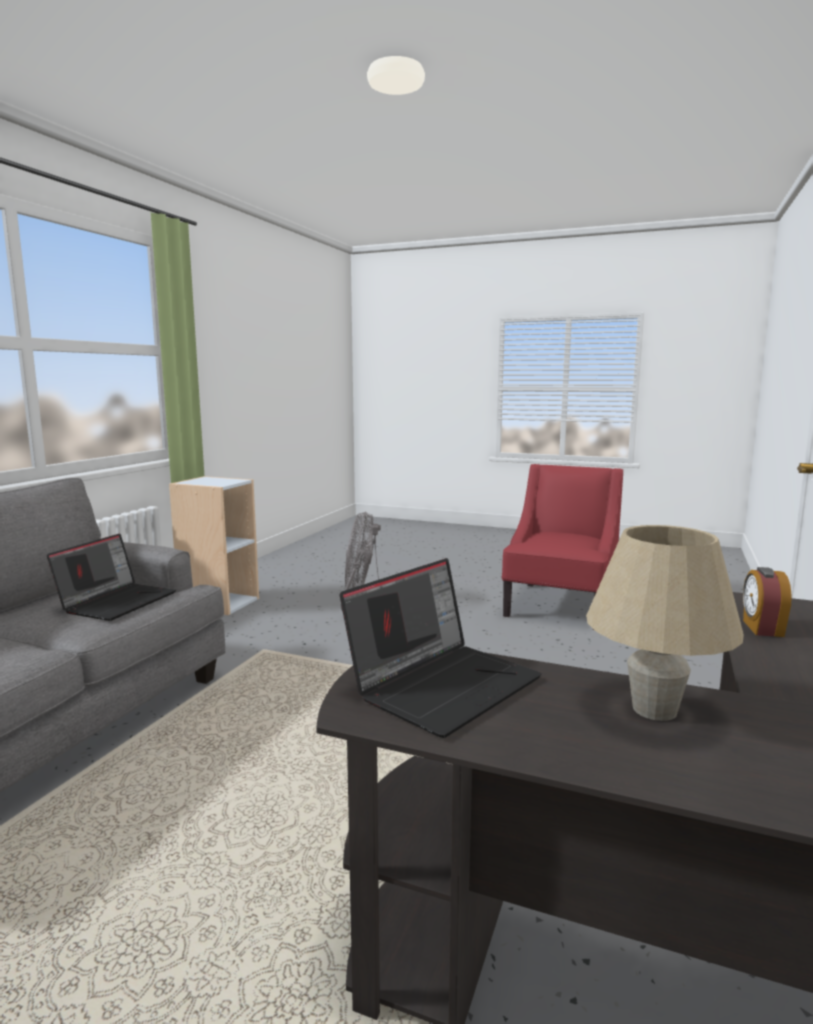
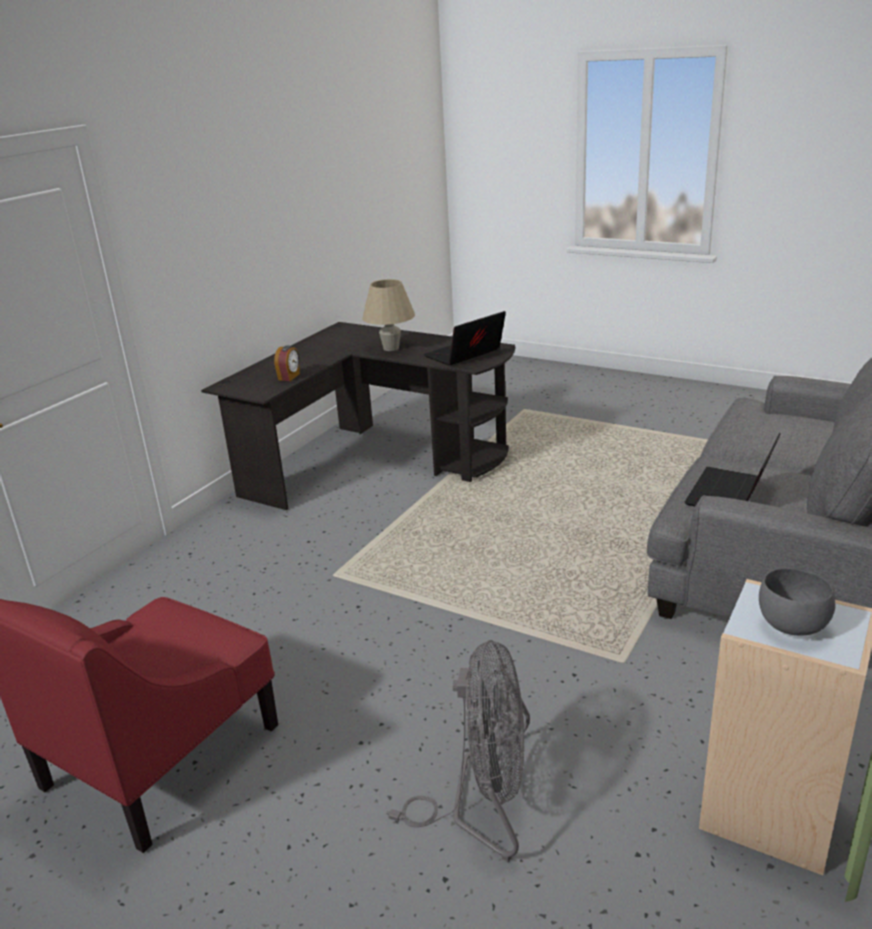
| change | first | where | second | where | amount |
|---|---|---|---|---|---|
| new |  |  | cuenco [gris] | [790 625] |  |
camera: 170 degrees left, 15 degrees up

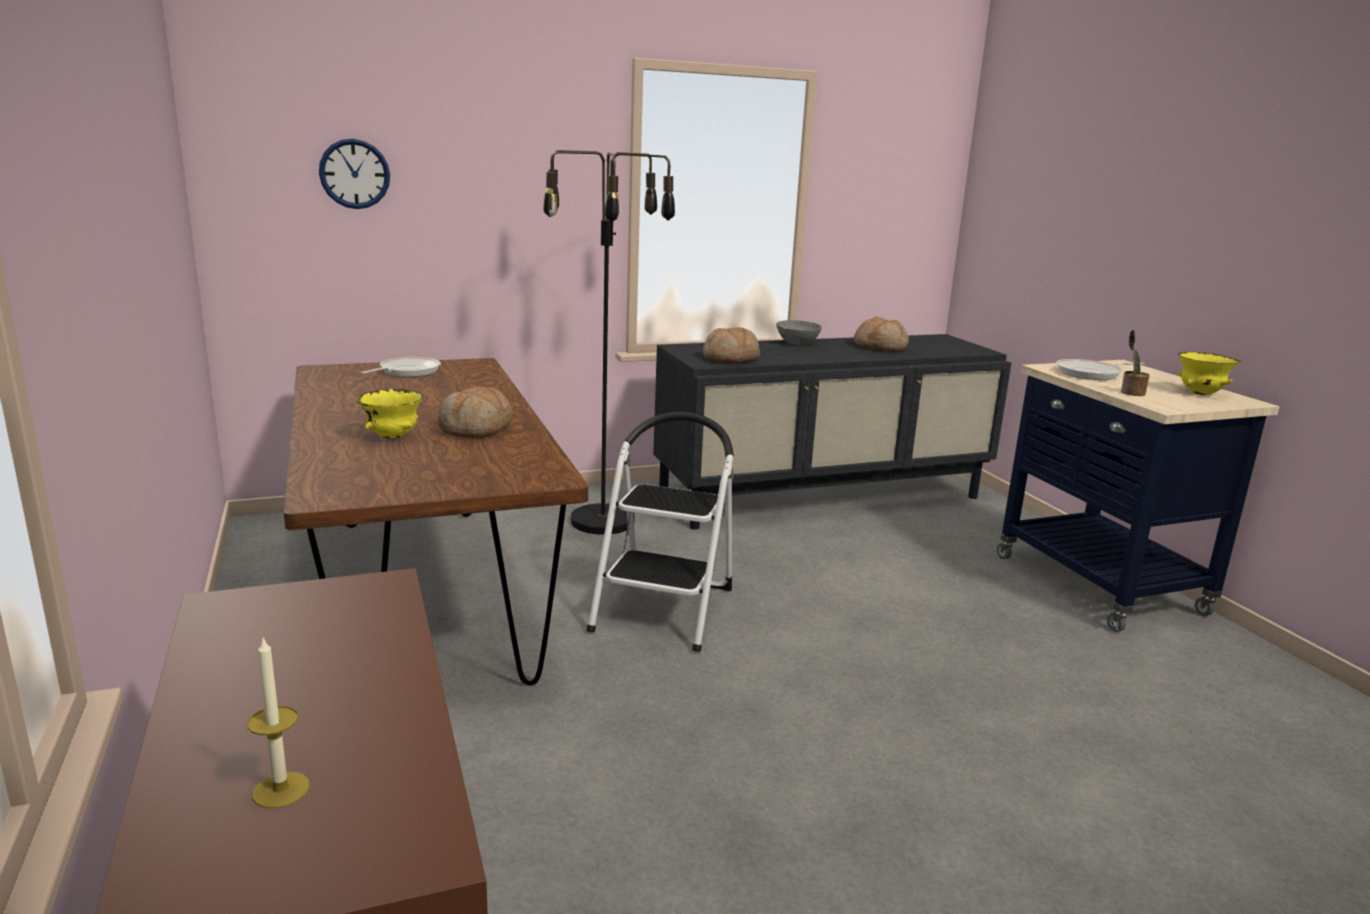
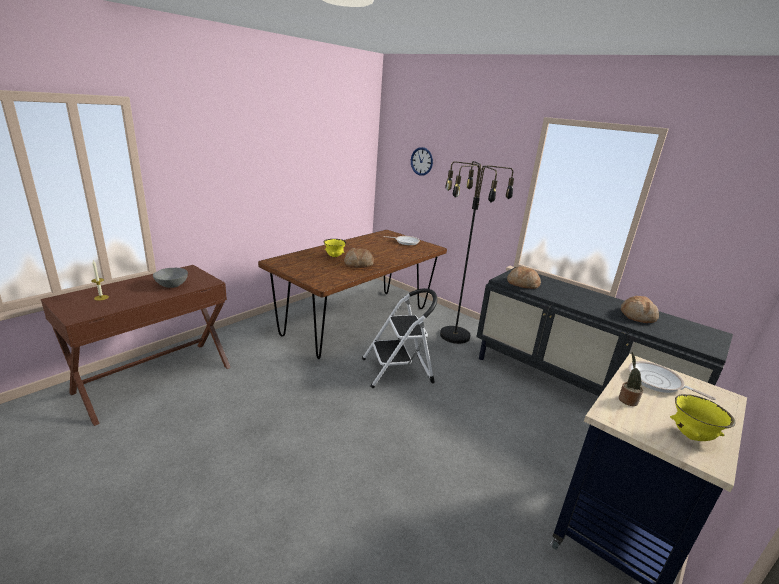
| change | first | where | second | where | amount |
|---|---|---|---|---|---|
| shifted | cuenco [gris] | [797 343] |  | [172 285] |  |
camera: 60 degrees right, 5 degrees up

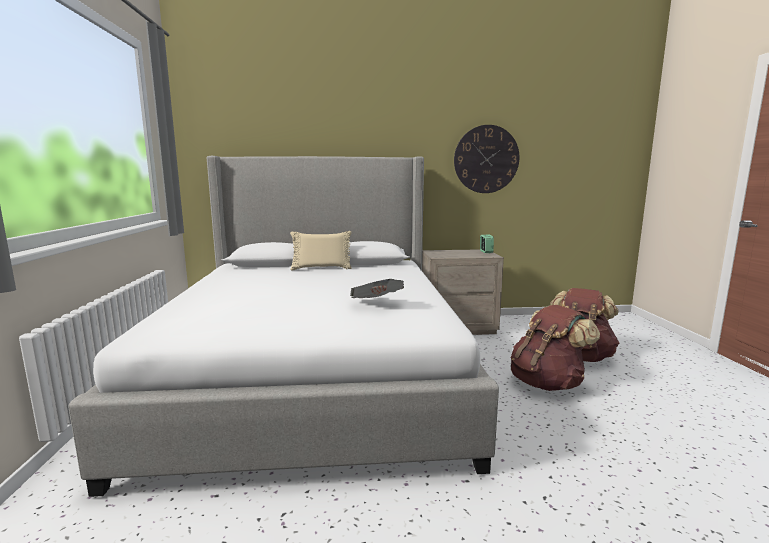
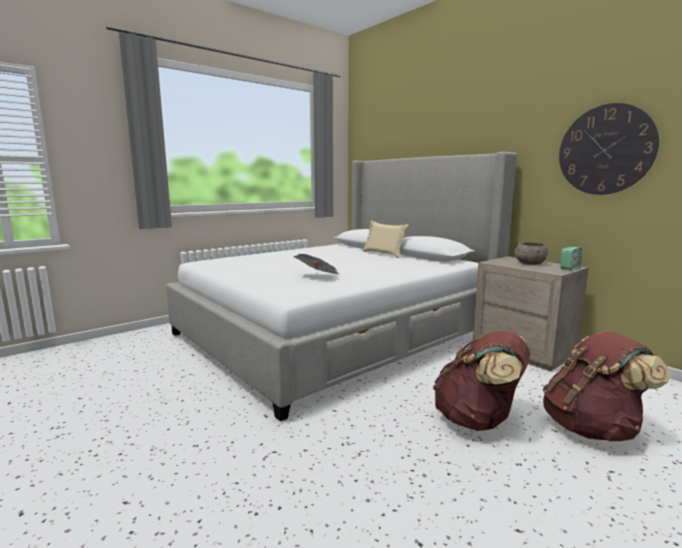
| change | first | where | second | where | amount |
|---|---|---|---|---|---|
| new |  |  | cuenco [gris] | [529 264] |  |
camera: 55 degrees right, 0 degrees up

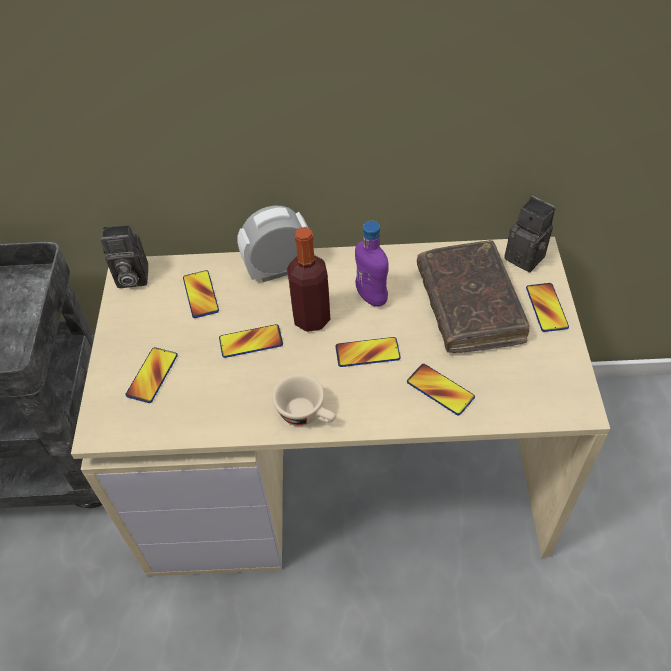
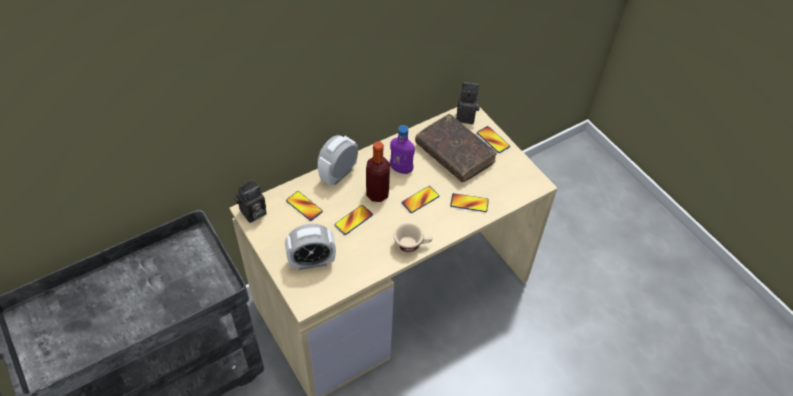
| change | first | where | second | where | amount |
|---|---|---|---|---|---|
| swapped | móvil | [152 375] | despertador | [312 261] |  |
camera: 35 degrees left, 0 degrees up

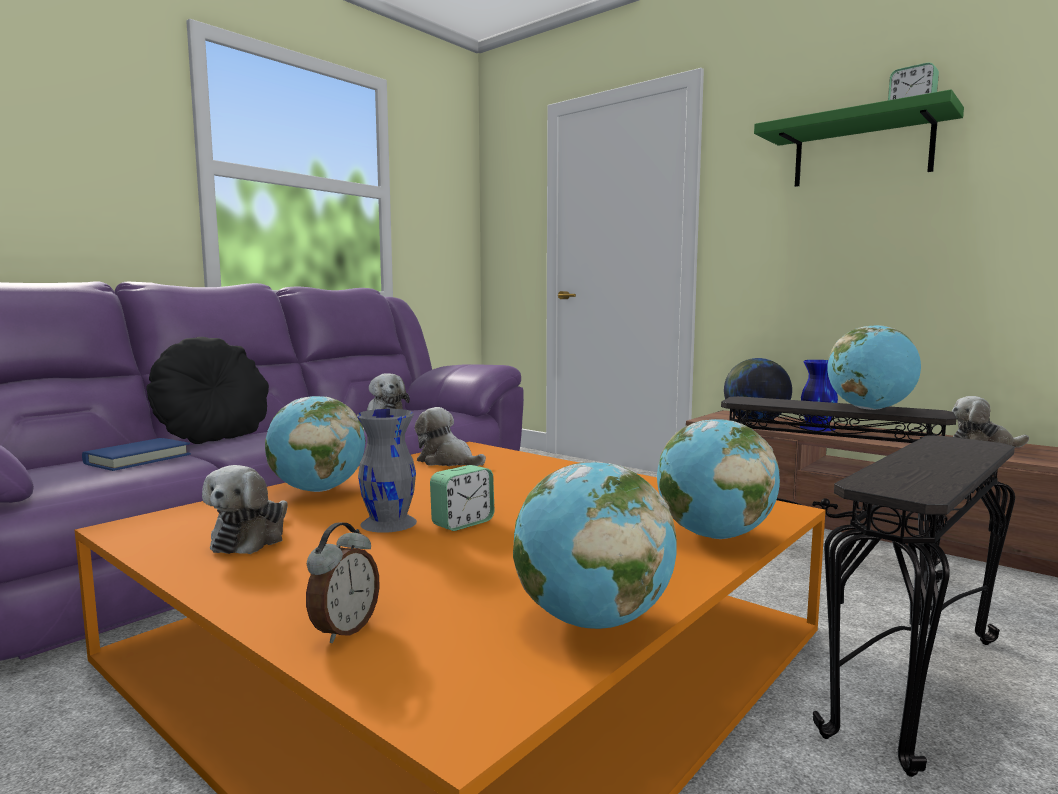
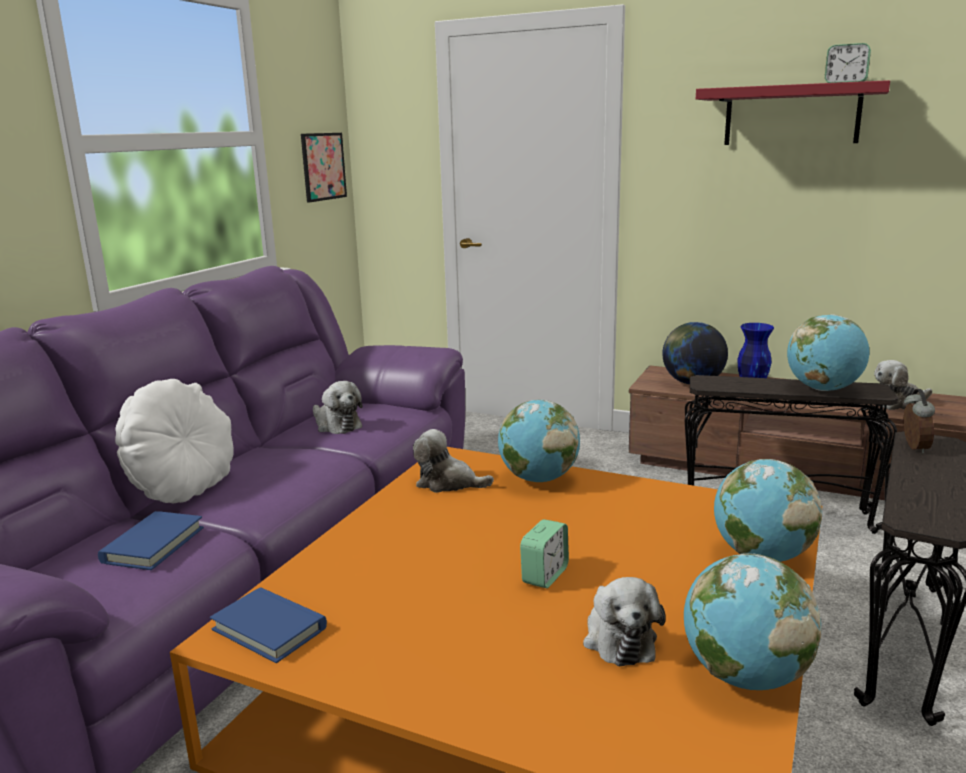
| change | first | where | second | where | amount |
|---|---|---|---|---|---|
| repainted | cojín [negro] | [213 439] | cojín [blanco] | [185 491] |  |
| new |  |  | libro [azul] | [269 629] |  |
| new |  |  | cuadro | [323 166] |  |
| shifted | globo terráqueo | [318 490] |  | [538 479] |  |
| shifted | peluche | [251 538] |  | [618 638] |  |
| repainted | estante [verde] | [861 151] | estante [rojo] | [791 115] |  |
| shifted | despertador | [343 630] |  | [913 448] |  |
| gone | florero [gris] | [390 522] |  |  |  |
camera: 15 degrees left, 10 degrees up

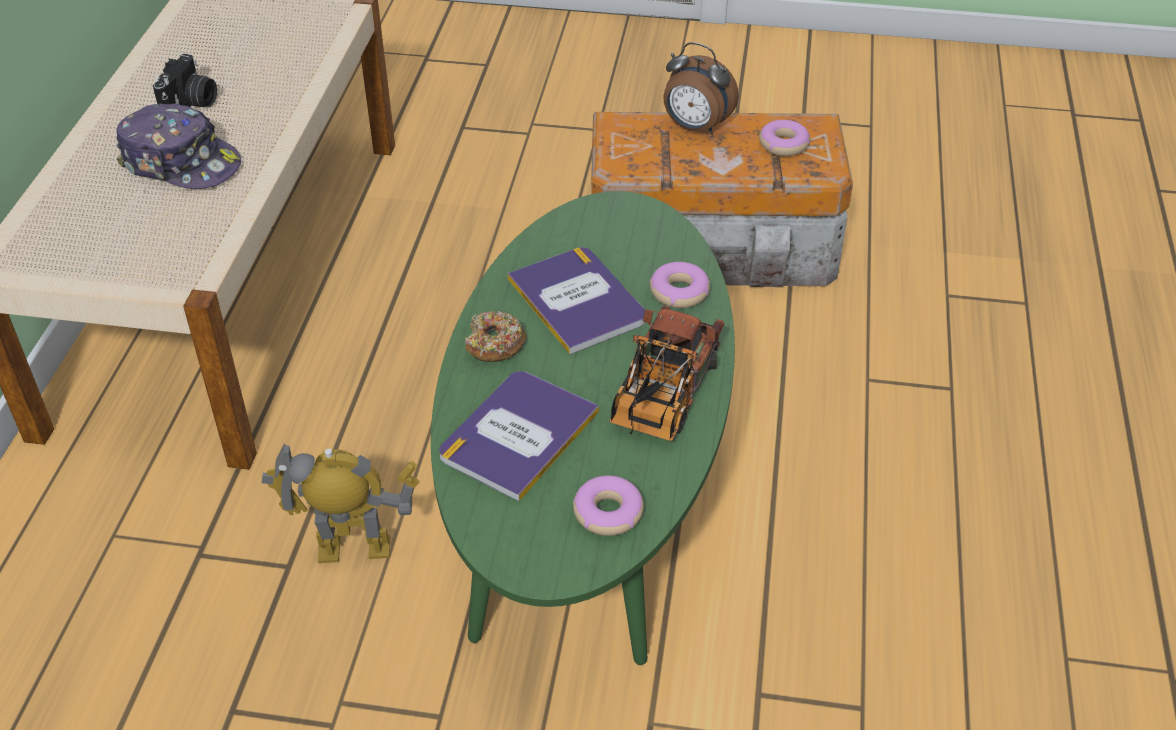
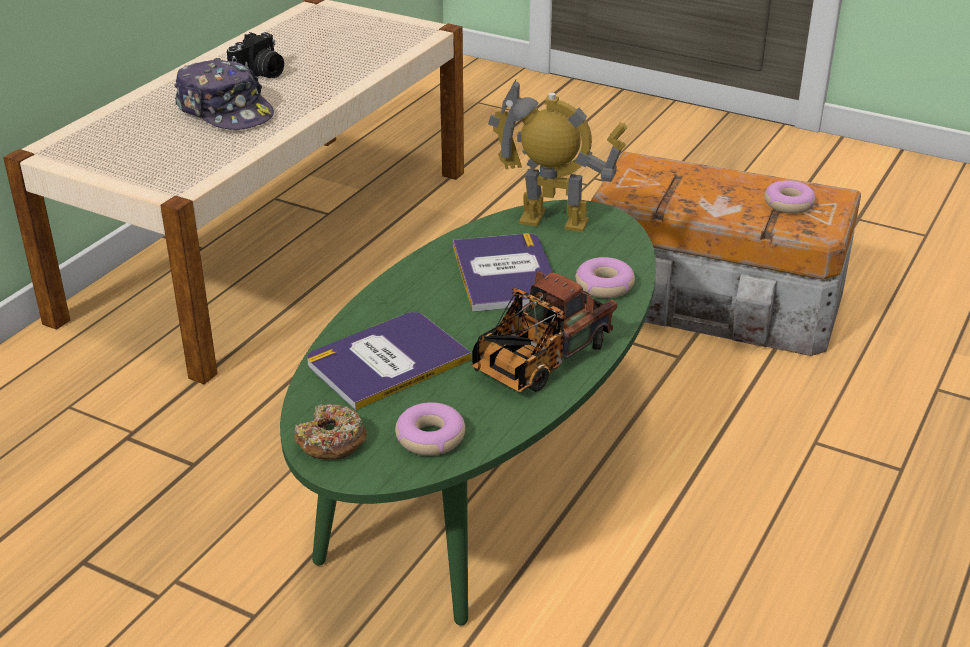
| change | first | where | second | where | amount |
|---|---|---|---|---|---|
| shifted | rosquilla | [494 345] |  | [331 442] |  |
| shifted | robot de juguete | [354 549] |  | [553 221] |  |
| gone | despertador | [695 128] |  |  |  |
camera: 20 degrees right, 10 degrees down

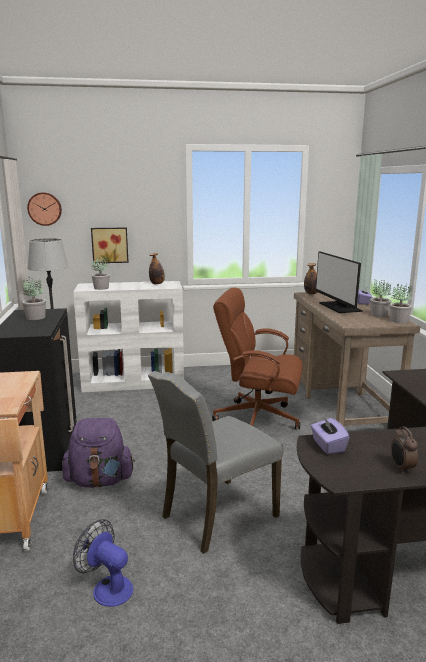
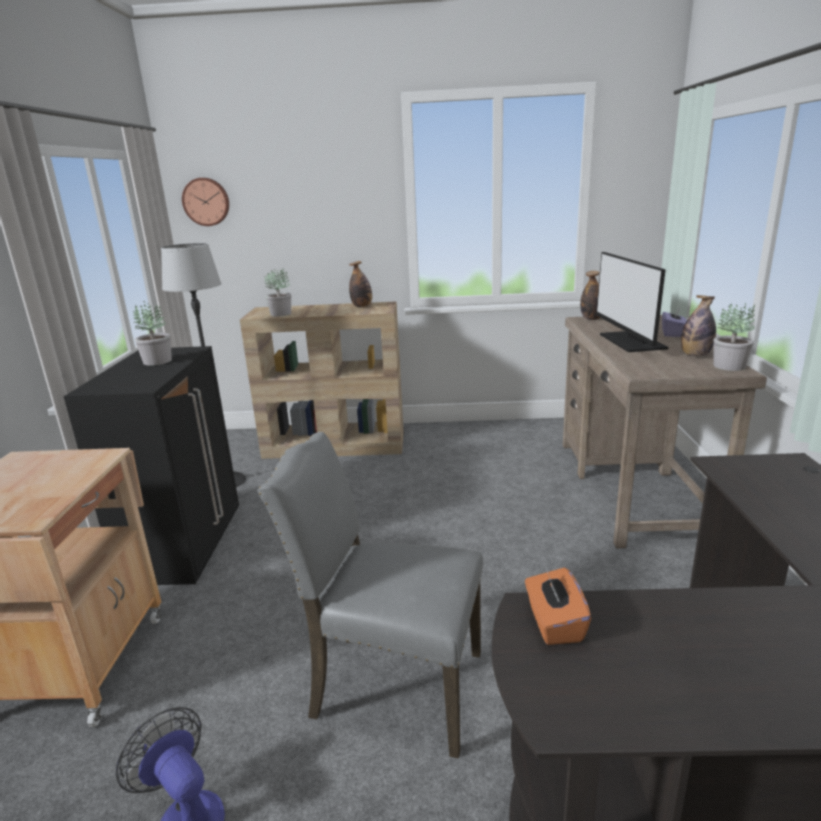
| change | first | where | second | where | amount |
|---|---|---|---|---|---|
| repainted | estantería [blanco] | [133 381] | estantería [marrón] | [335 444] |  |
| rotated | silla [gris] | [216 516] |  | [392 686] | 45 degrees clockwise |
| repainted | caja de pañuelos [morado] | [328 446] | caja de pañuelos [naranja] | [554 623] |  |
| swapped | planta en maceta | [378 315] | botella | [695 355] |  |
| gone | mochila [morado] | [100 481] |  |  |  |
| gone | cuadro | [110 245] |  |  |  |
| gone | silla de oficina [marrón] | [257 419] |  |  |  |
| gone | despertador | [401 468] |  |  |  |
camera: 10 degrees right, 5 degrees up

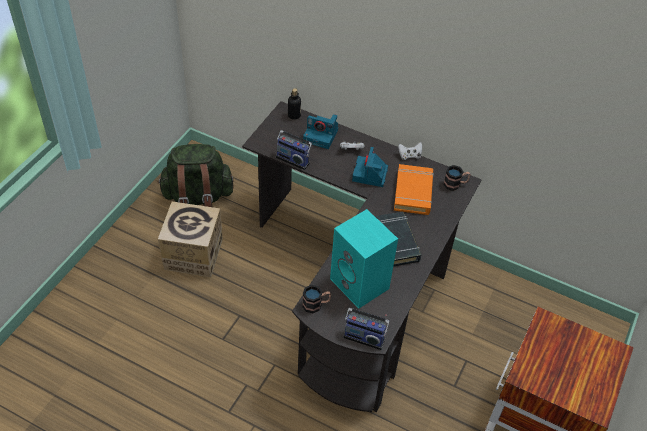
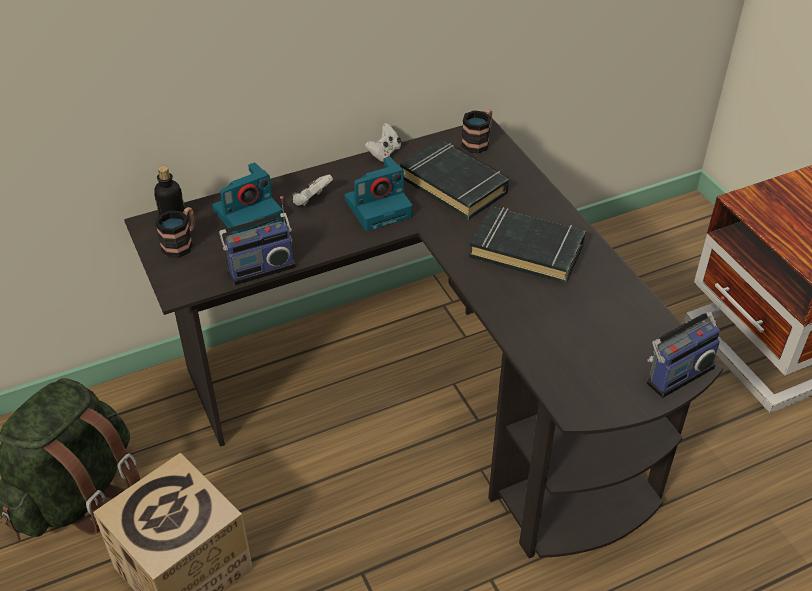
| change | first | where | second | where | amount |
|---|---|---|---|---|---|
| shifted | taza grande | [316 304] |  | [181 243] |  |
| rotated | cámara | [370 175] |  | [379 207] | 75 degrees counterclockwise |
| repainted | libro [naranja] | [413 192] | libro [negro] | [454 185] |  |
| gone | altavoz [turquesa] | [361 284] |  |  |  |
camera: 50 degrees left, 5 degrees down

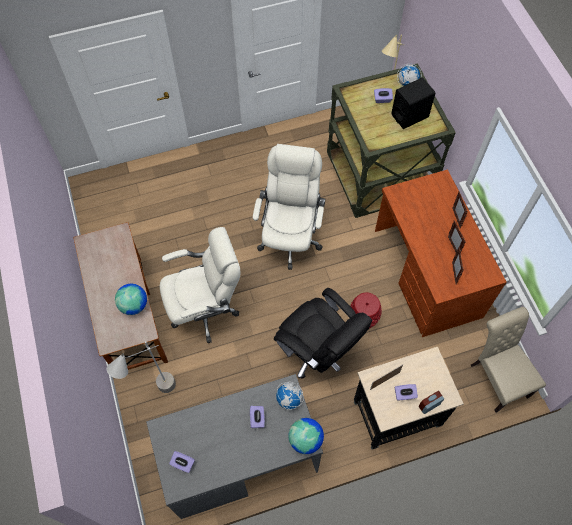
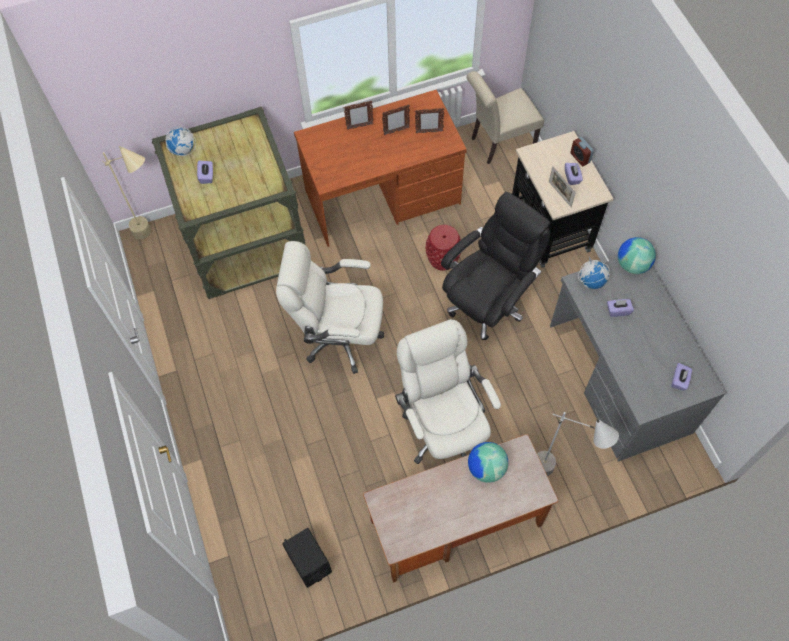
| change | first | where | second | where | amount |
|---|---|---|---|---|---|
| shifted | altavoz [negro] | [410 116] |  | [309 563] |  |
camera: 90 degrees left, 0 degrees up

